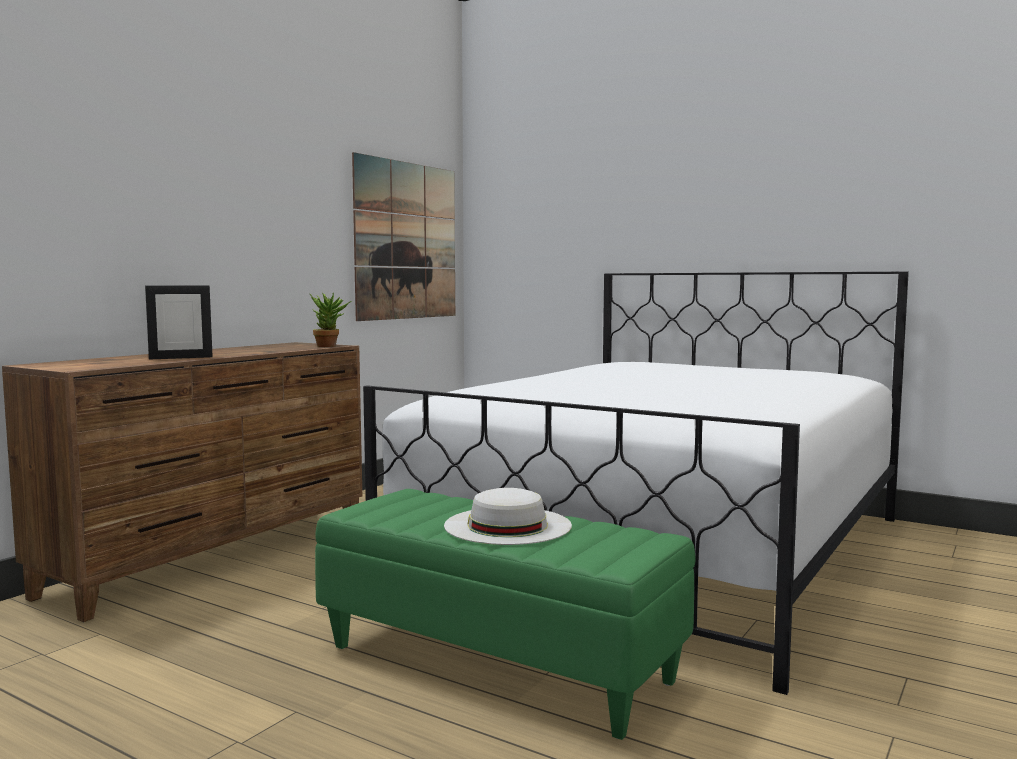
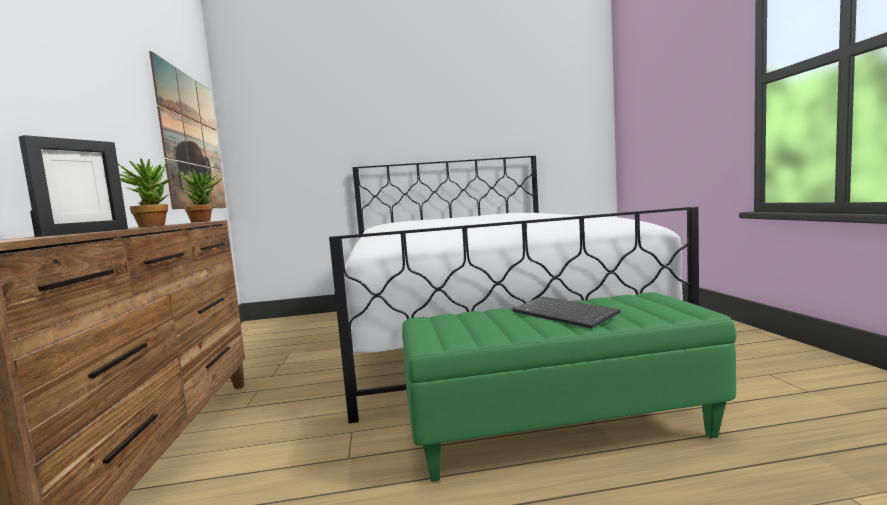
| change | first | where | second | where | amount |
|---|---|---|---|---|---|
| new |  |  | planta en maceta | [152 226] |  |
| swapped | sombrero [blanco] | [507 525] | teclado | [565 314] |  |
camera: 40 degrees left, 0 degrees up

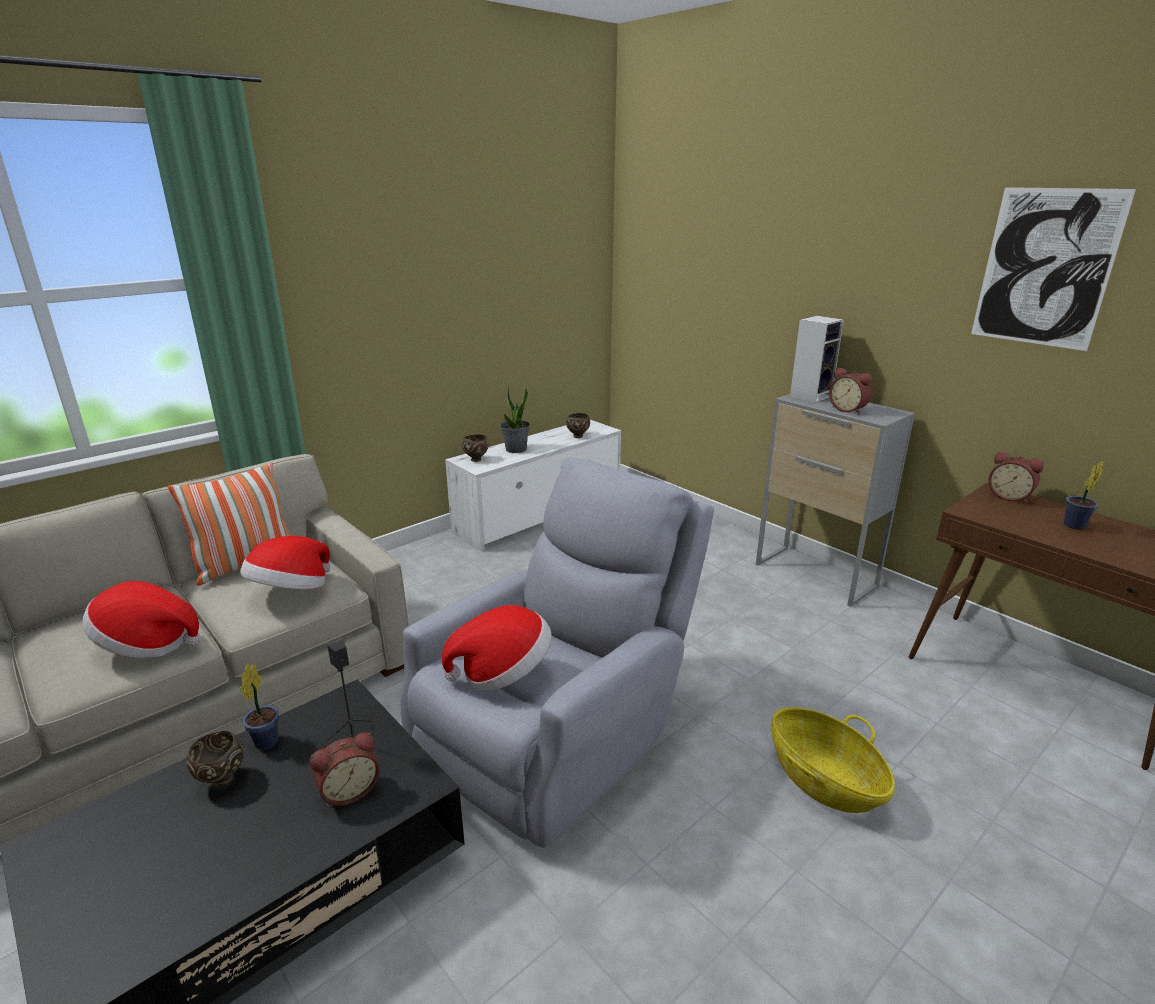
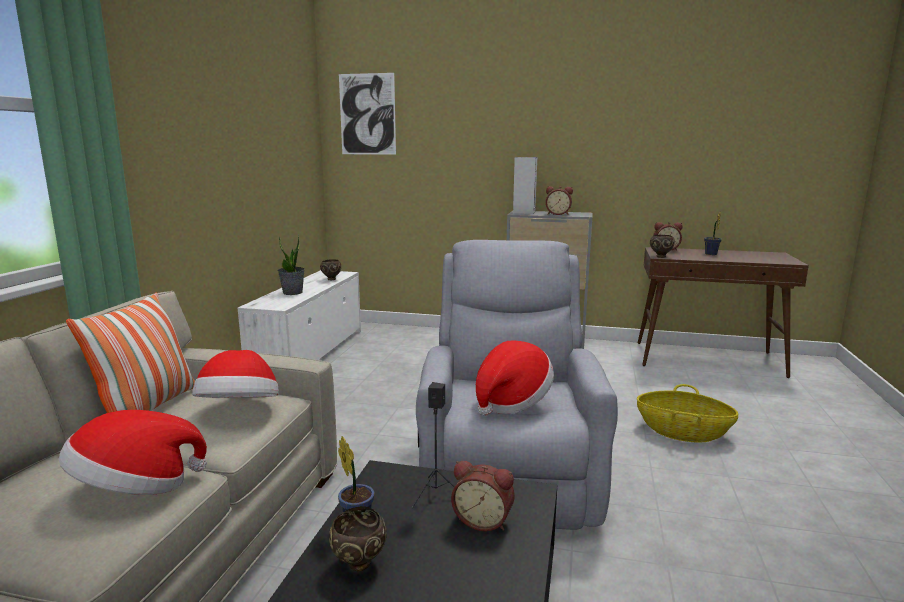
| change | first | where | second | where | amount |
|---|---|---|---|---|---|
| shifted | cuadro | [1045 268] |  | [367 114] |  |
| rotated | despertador | [349 790] |  | [483 520] | 90 degrees clockwise |
| shifted | cuenco [marrón] | [476 459] |  | [660 256] |  |
camera: 35 degrees left, 10 degrees down

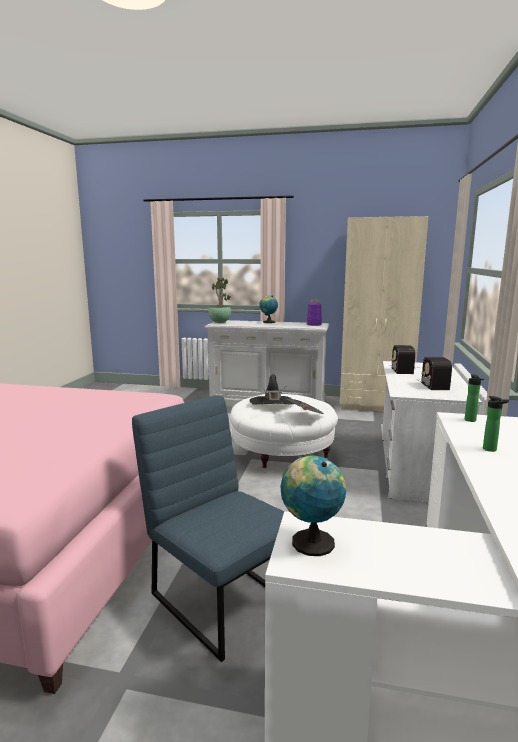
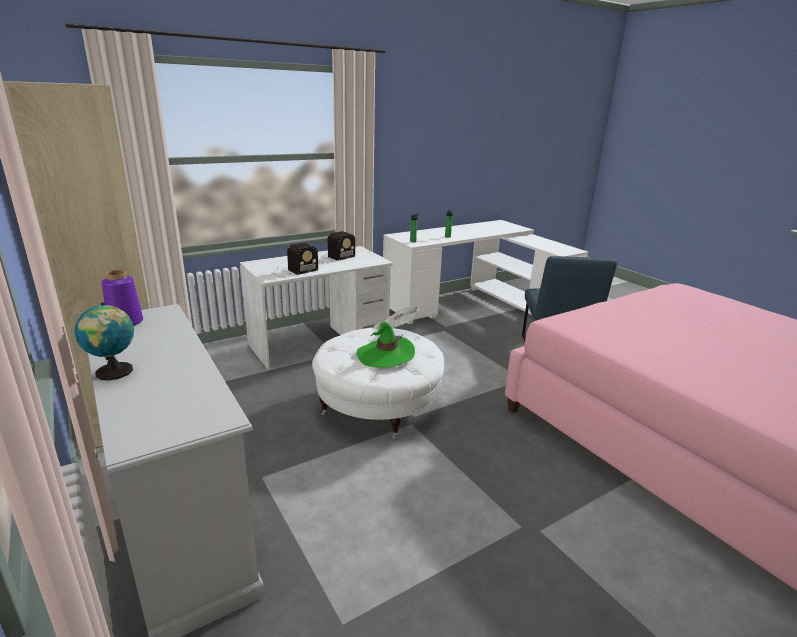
| change | first | where | second | where | amount |
|---|---|---|---|---|---|
| repainted | sombrero [negro] | [272 403] | sombrero [verde] | [385 355] |  |
| gone | planta en maceta | [219 322] |  |  |  |
| gone | globo terráqueo | [310 541] |  |  |  |
camera: 135 degrees left, 10 degrees up

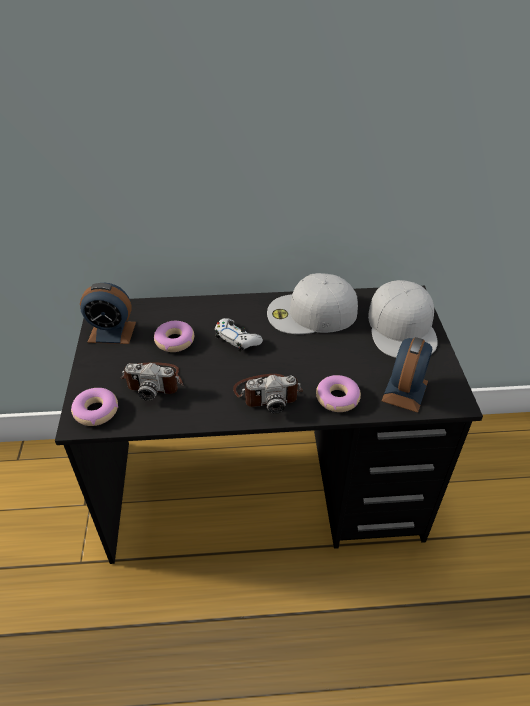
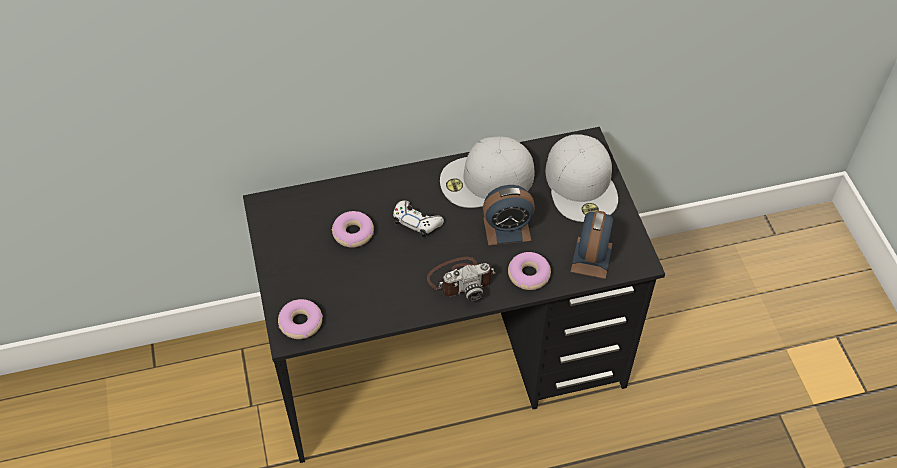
| change | first | where | second | where | amount |
|---|---|---|---|---|---|
| shifted | despertador | [112 332] |  | [507 229] |  |
| gone | cámara | [154 381] |  |  |  |
camera: 10 degrees left, 10 degrees up

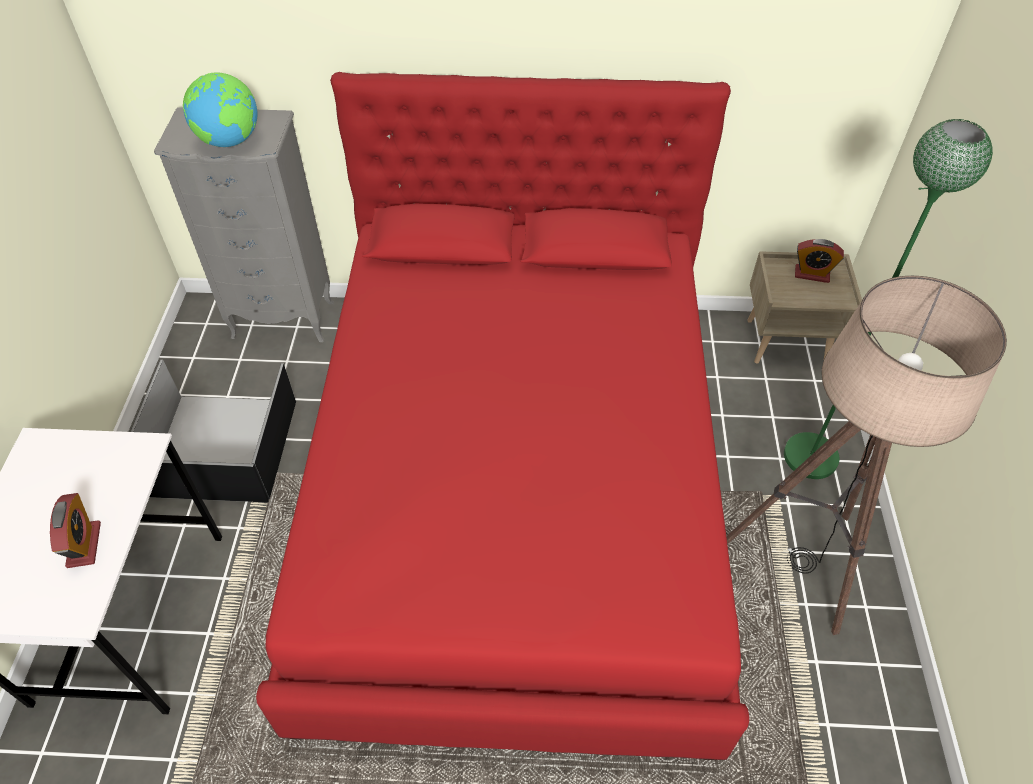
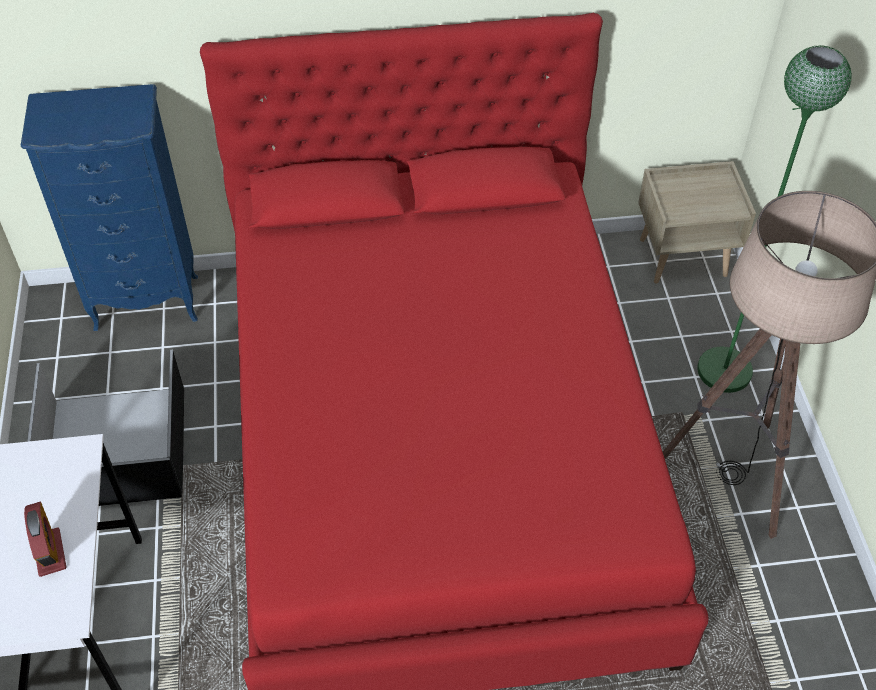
| change | first | where | second | where | amount |
|---|---|---|---|---|---|
| repainted | cómoda [gris] | [282 322] | cómoda [azul] | [146 305] |  |
| gone | globo terráqueo | [230 141] |  |  |  |
| gone | despertador | [812 274] |  |  |  |
camera: 10 degrees left, 0 degrees up

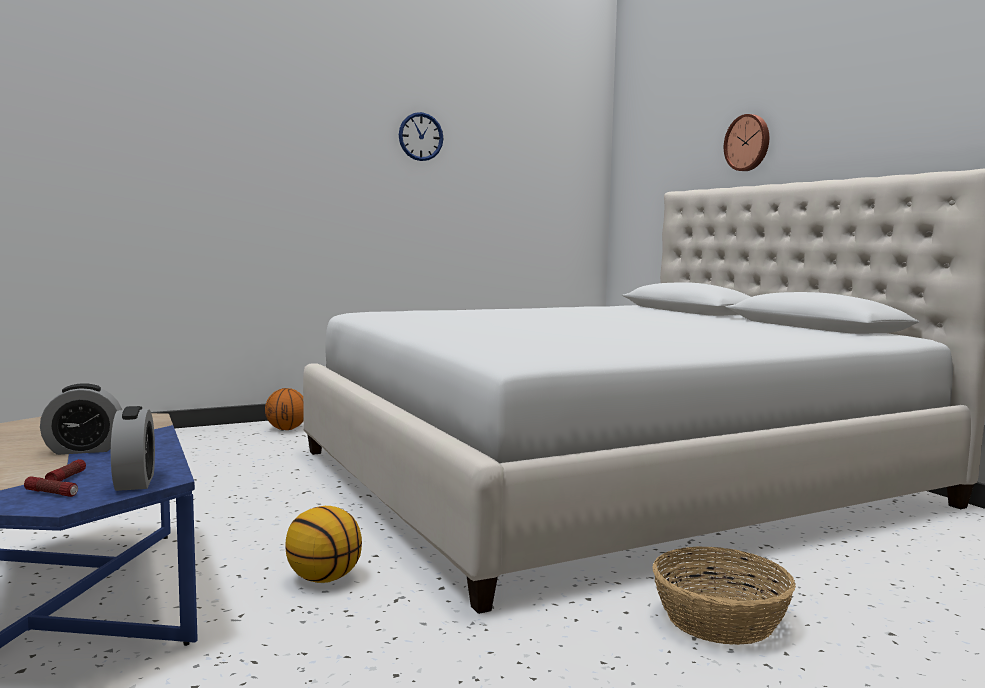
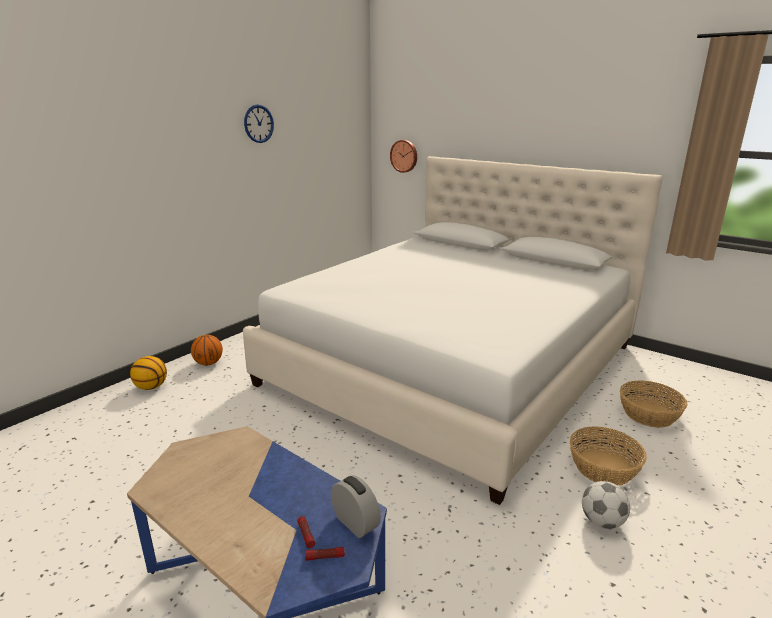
| change | first | where | second | where | amount |
|---|---|---|---|---|---|
| shifted | balón de baloncesto | [324 579] |  | [151 387] |  |
| shifted | reloj de pared | [748 143] |  | [404 156] |  |
| new |  |  | balón de fútbol | [602 522] |  |
| new |  |  | cesta | [649 414] |  |
| gone | despertador | [84 450] |  |  |  |
camera: 25 degrees left, 15 degrees up

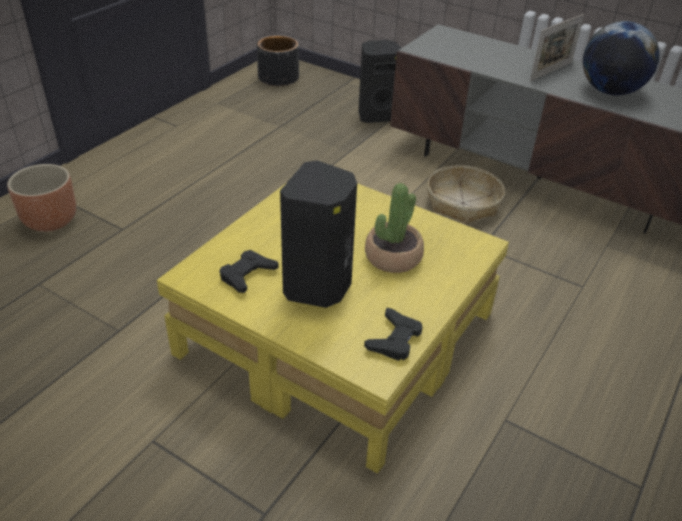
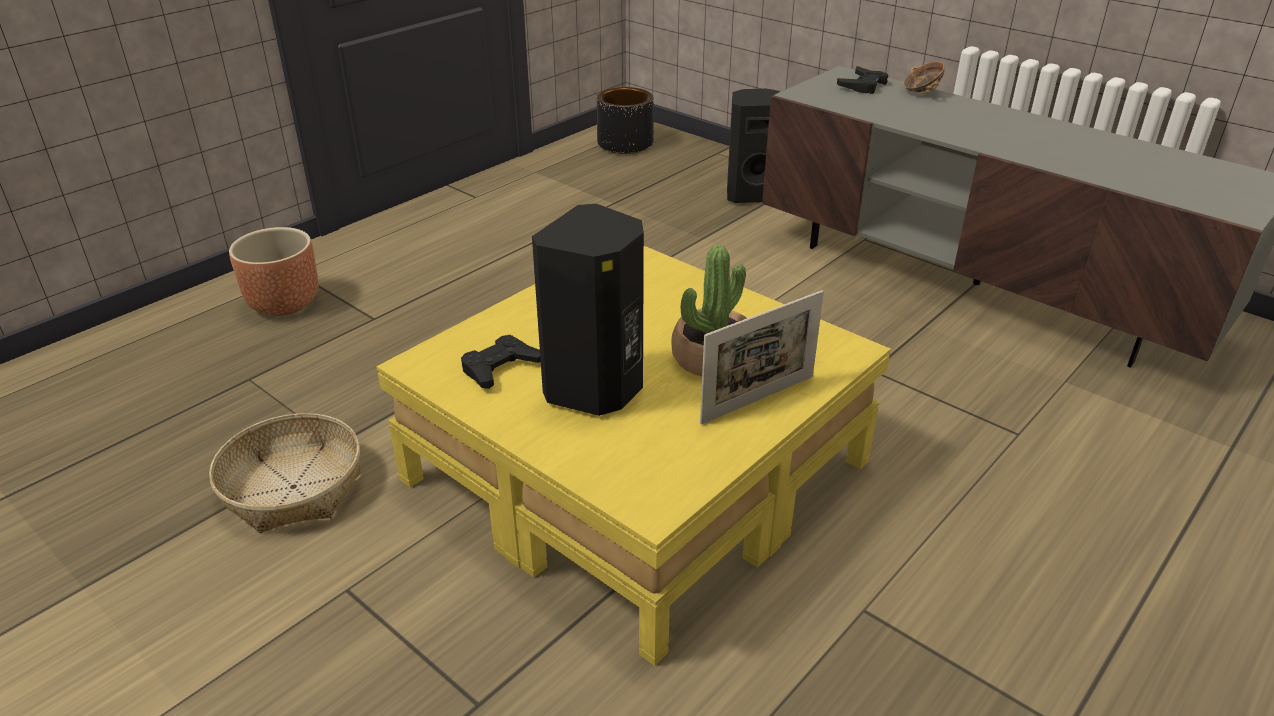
| change | first | where | second | where | amount |
|---|---|---|---|---|---|
| shifted | cesta | [462 203] |  | [293 486] |  |
| shifted | portarretratos | [551 71] |  | [758 399] |  |
| shifted | mando de consola [negro] | [394 339] |  | [863 85] |  |
| new |  |  | cuenco | [920 92] |  |
| gone | globo terráqueo | [610 91] |  |  |  |
camera: 10 degrees right, 5 degrees down

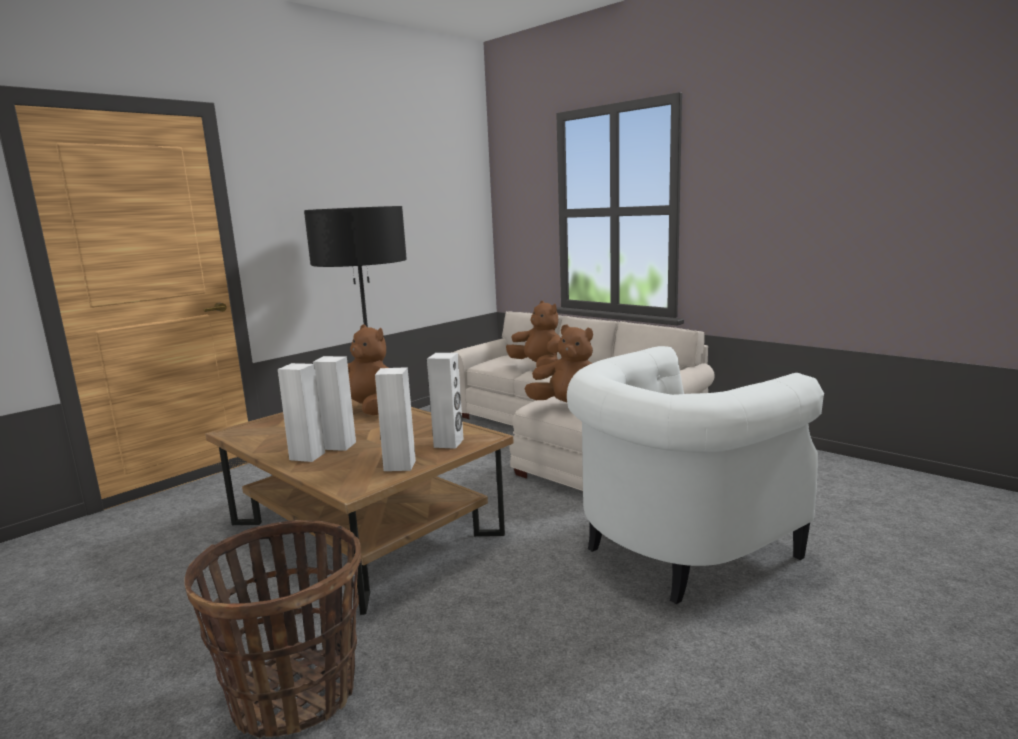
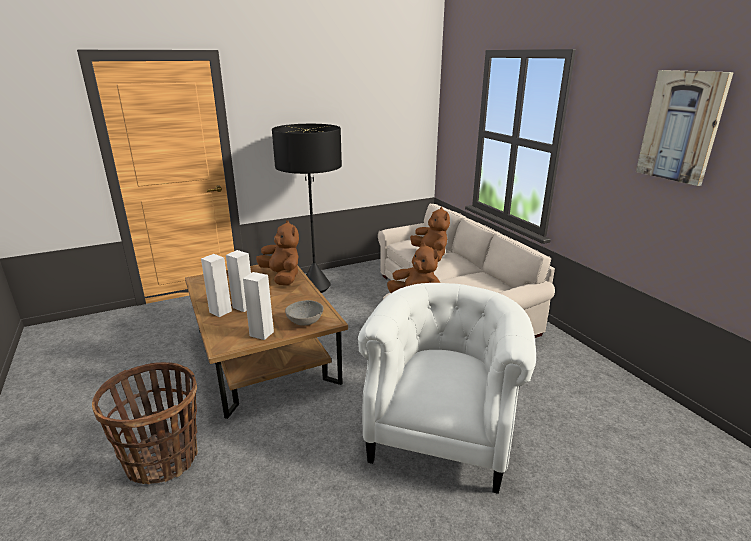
| change | first | where | second | where | amount |
|---|---|---|---|---|---|
| swapped | altavoz [blanco] | [449 443] | cuenco [gris] | [305 321] |  |
| rotated | sillón [blanco] | [678 550] |  | [442 431] | 120 degrees clockwise |
| new |  |  | cuadro | [681 126] |  |
camera: 20 degrees right, 10 degrees up

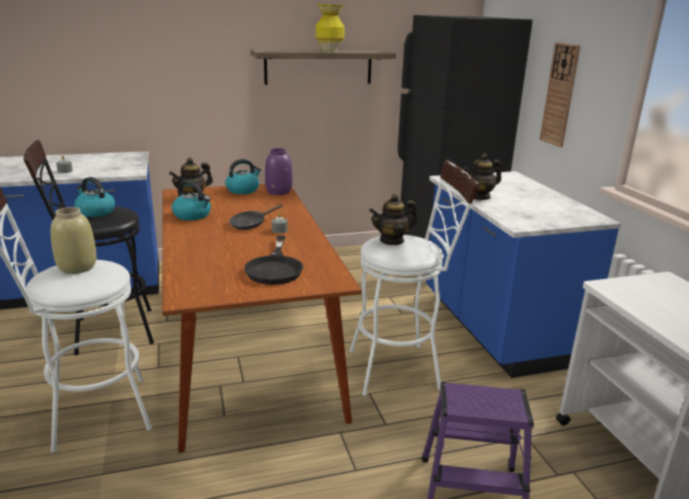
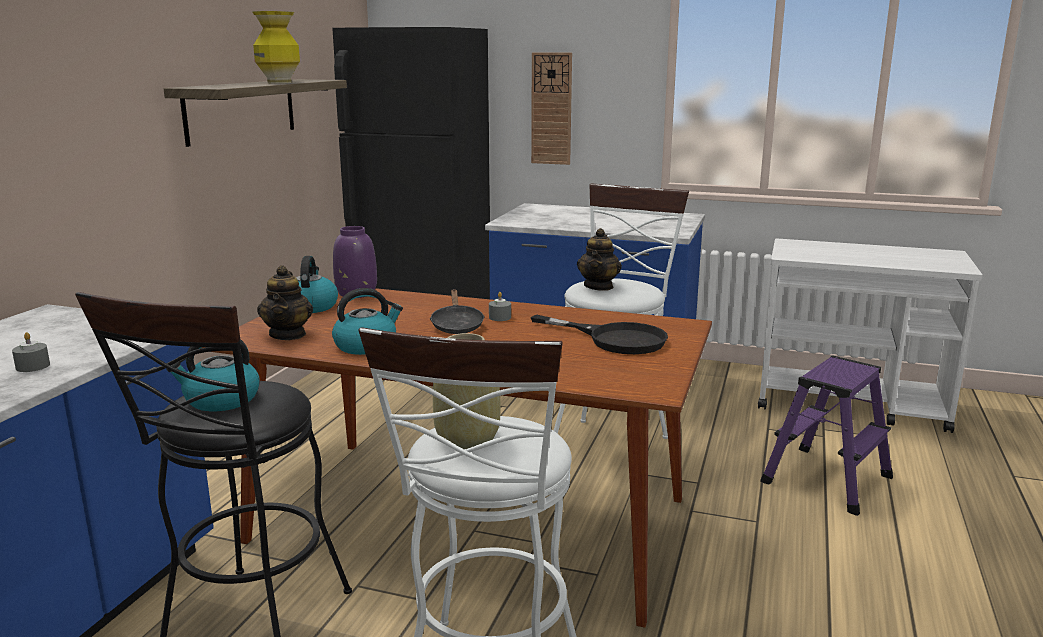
| change | first | where | second | where | amount |
|---|---|---|---|---|---|
| gone | tetera | [479 196] |  |  |  |
camera: 55 degrees left, 5 degrees down

